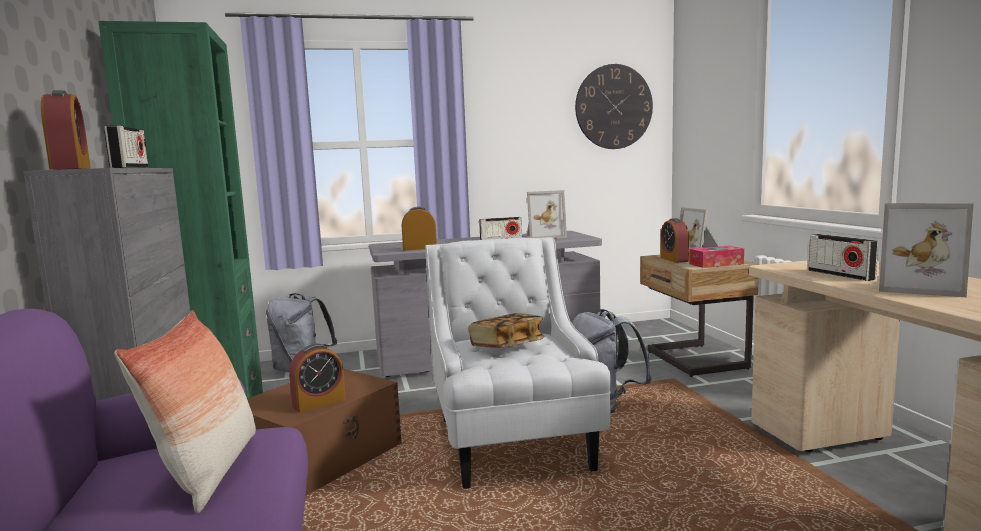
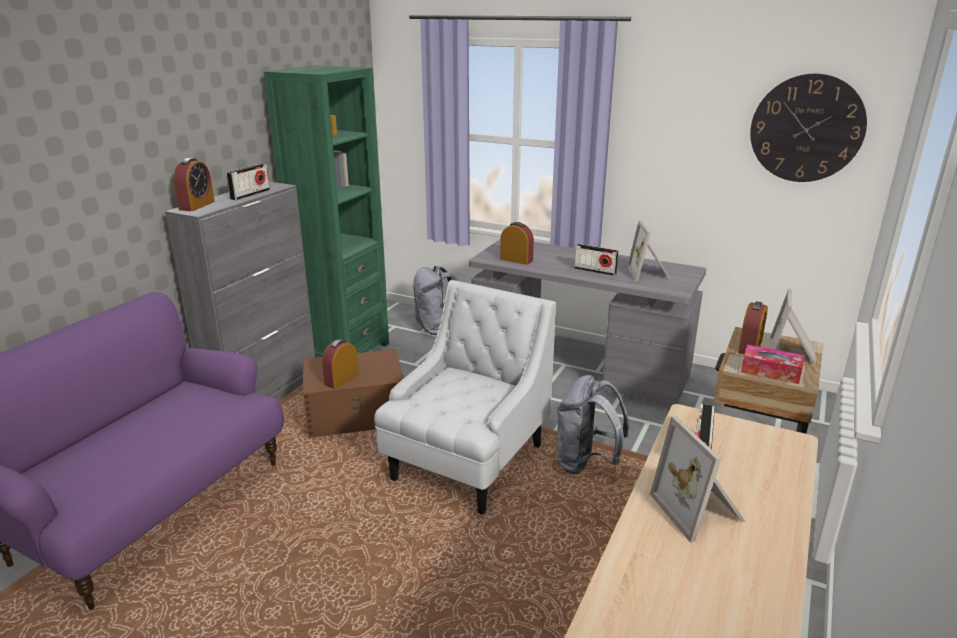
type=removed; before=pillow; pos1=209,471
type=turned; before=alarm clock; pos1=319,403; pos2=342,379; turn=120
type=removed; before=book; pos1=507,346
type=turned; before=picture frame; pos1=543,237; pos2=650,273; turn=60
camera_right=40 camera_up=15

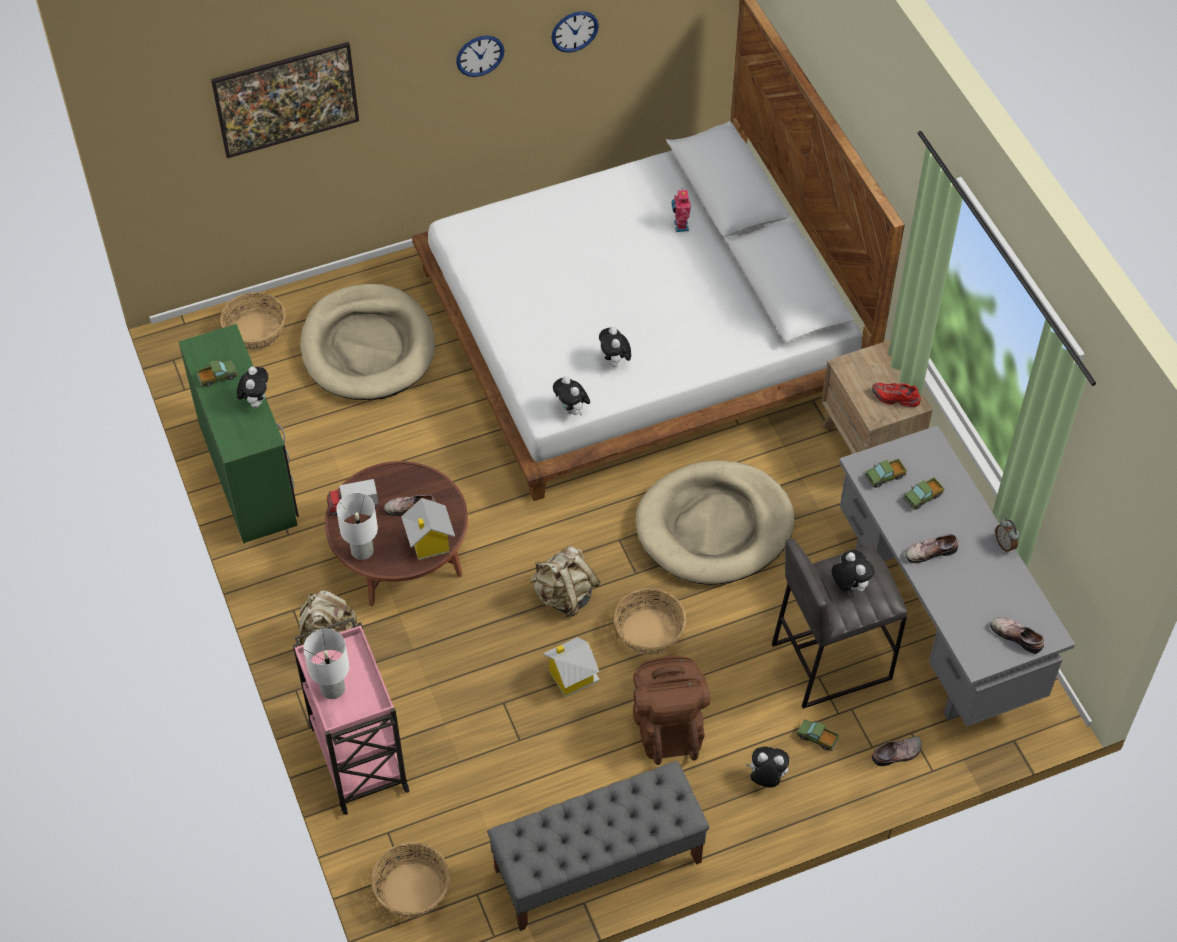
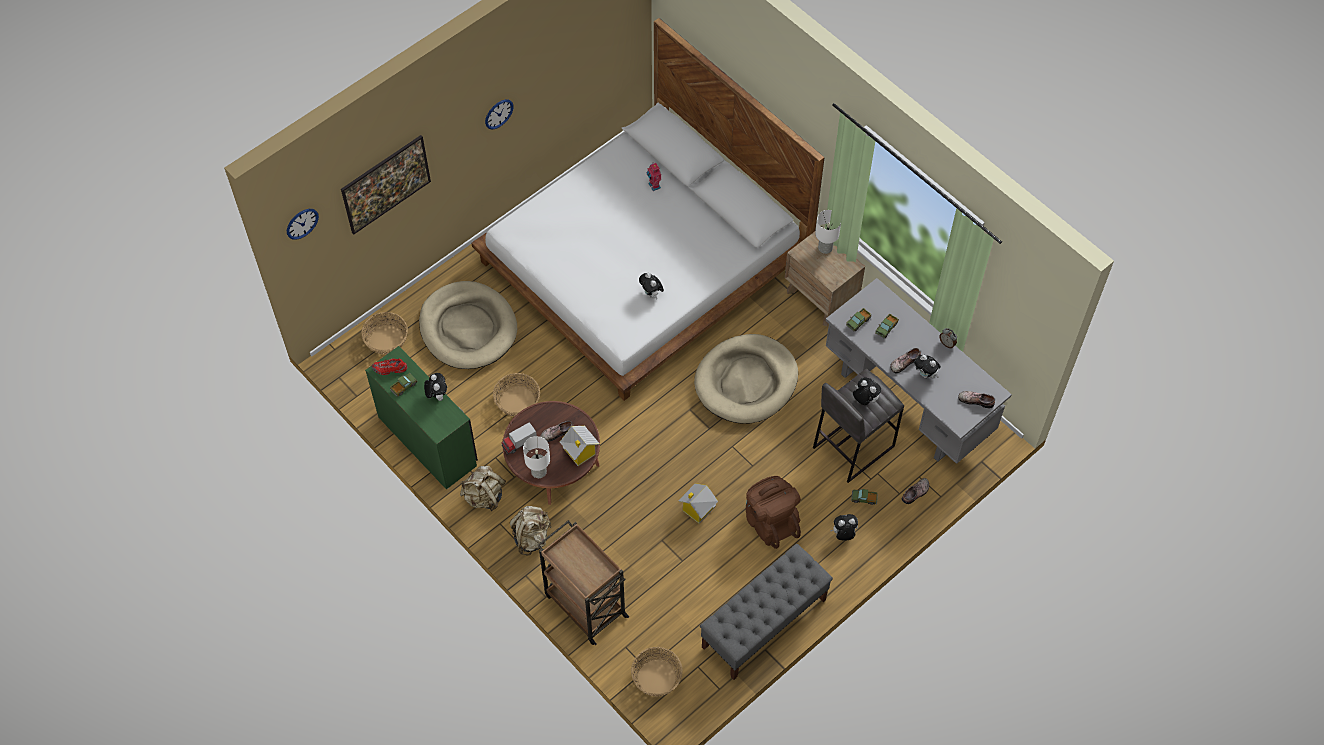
type=recoloured; before=pink cart; after=brown cart; pos1=357,755; pos2=584,604
type=moved; before=white table lamp; pos1=332,688; pos2=825,247
type=moved; before=beige backpack; pos1=564,596; pos2=484,496
type=moved; before=wall clock; pos1=574,31; pos2=302,223
type=moved; before=plush toy; pos1=572,410; pos2=925,374
type=moved; before=basket; pos1=650,632; pos2=518,401
type=moved; before=red shoe; pos1=895,398; pos2=390,369
camera_right=-20 camera_up=5

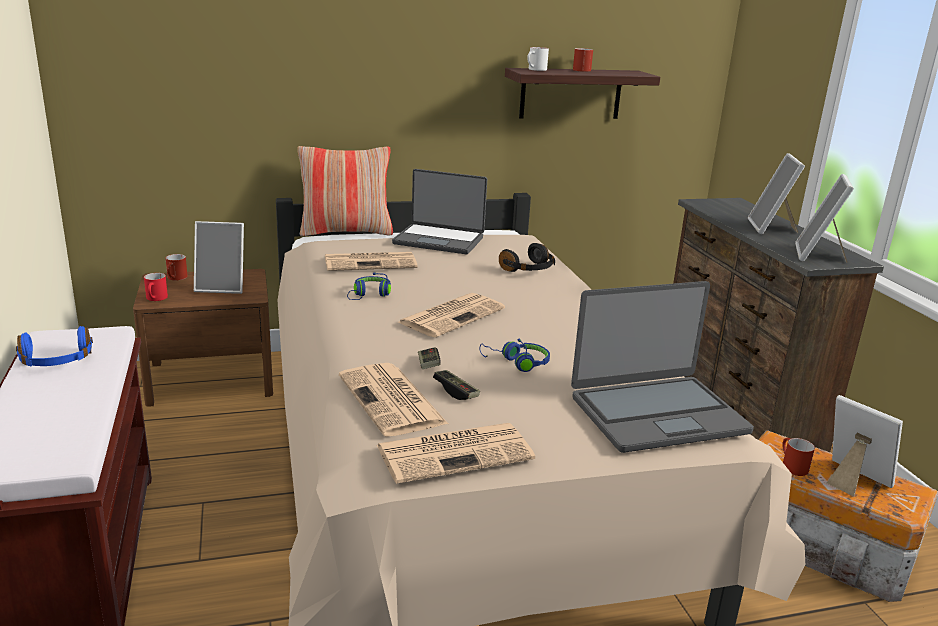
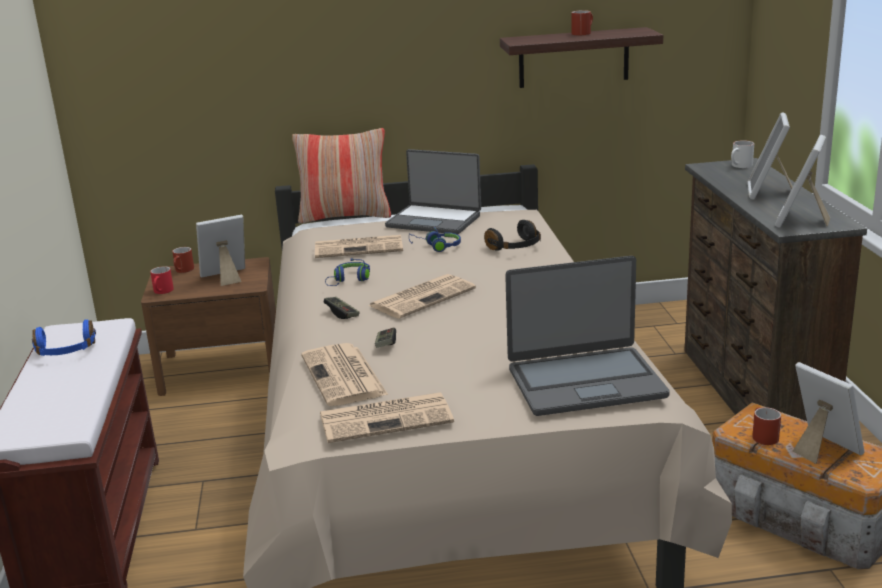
type=turned; before=picture frame; pos1=222,287; pos2=225,277; turn=150
type=moved; before=game controller; pos1=456,392; pos2=342,313
type=moved; before=blue headphones; pos1=517,363; pos2=436,247
type=moved; before=white mug; pos1=535,70; pos2=740,166
camera_right=10 camera_up=0

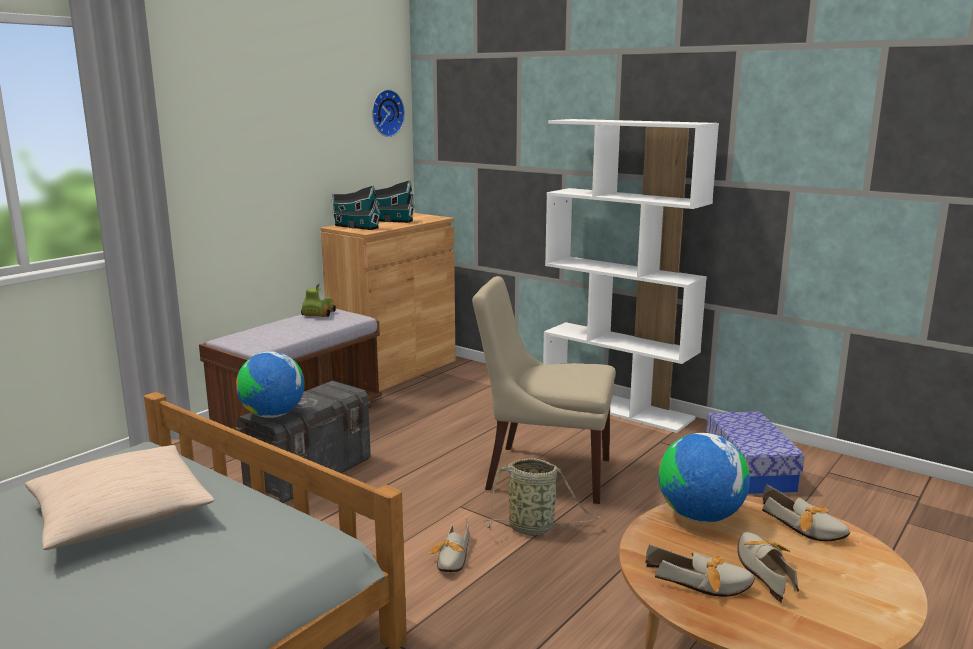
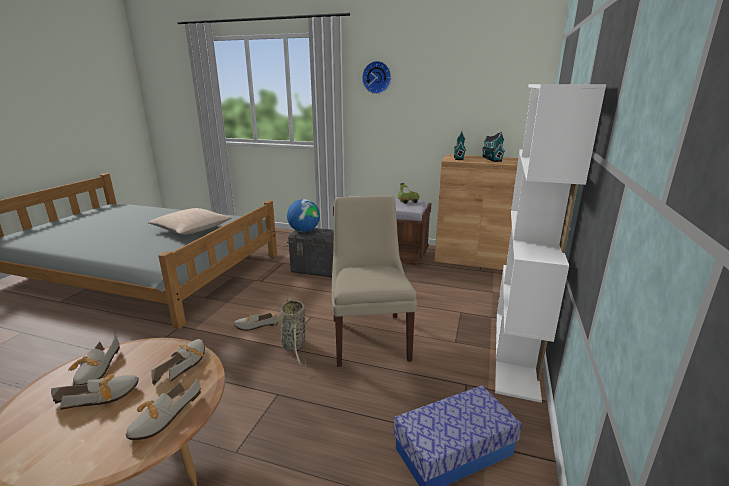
type=moved; before=wall clock; pos1=385,113; pos2=377,77
type=replaced; before=globe; after=shoe; pos1=700,516; pos2=185,364
camera_right=70 camera_up=5

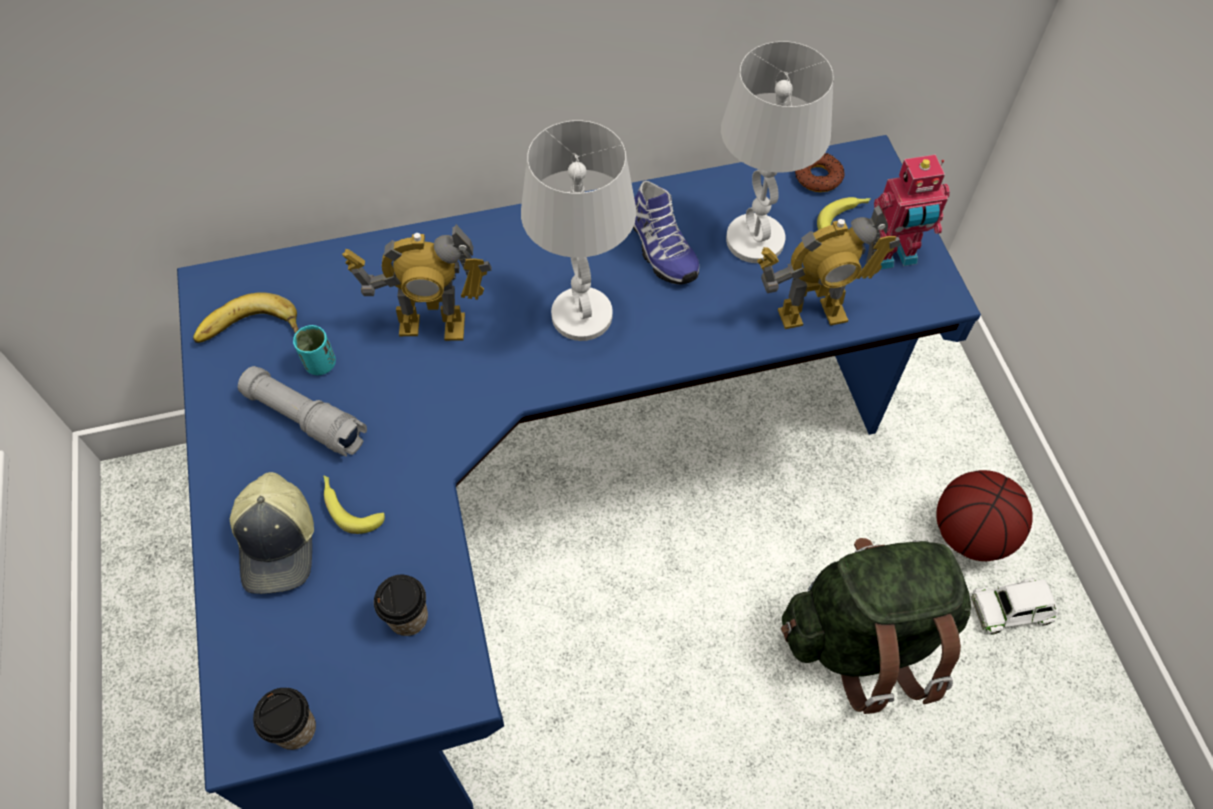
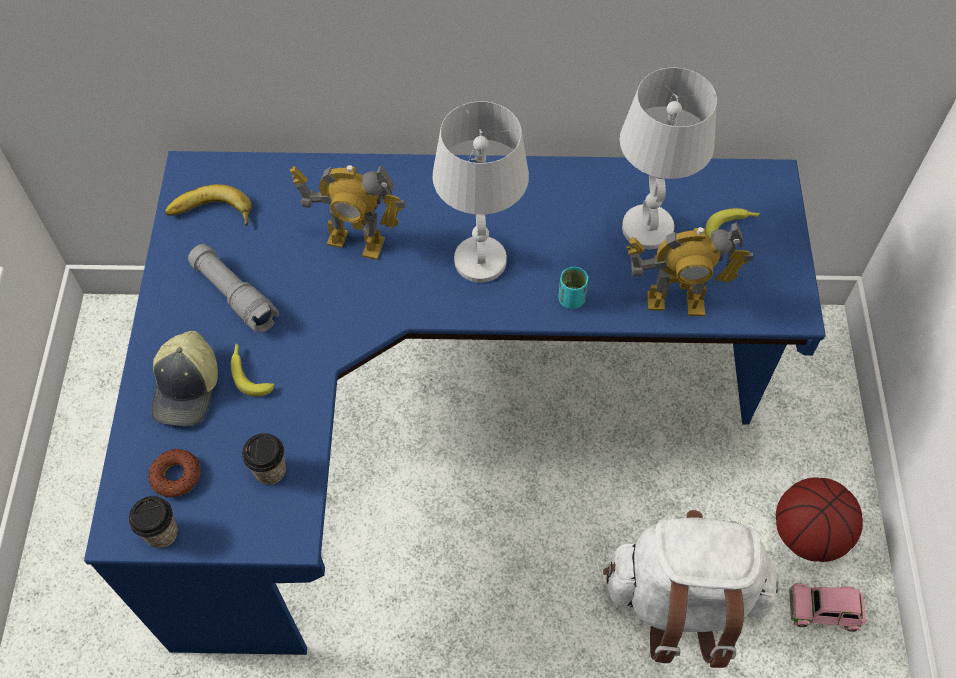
type=moved; before=turquoise cup; pos1=320,364; pos2=571,299
type=removed; before=shoe; pos1=660,249
type=recoloured; before=green backpack; after=white backpack; pos1=865,639; pos2=682,601
type=moved; before=donut; pos1=818,177; pos2=176,475
type=removed; before=toy robot; pos1=893,256
type=recoloured; before=white toy car; after=pink toy car; pos1=1012,608; pos2=825,608
camera_right=15 camera_up=0

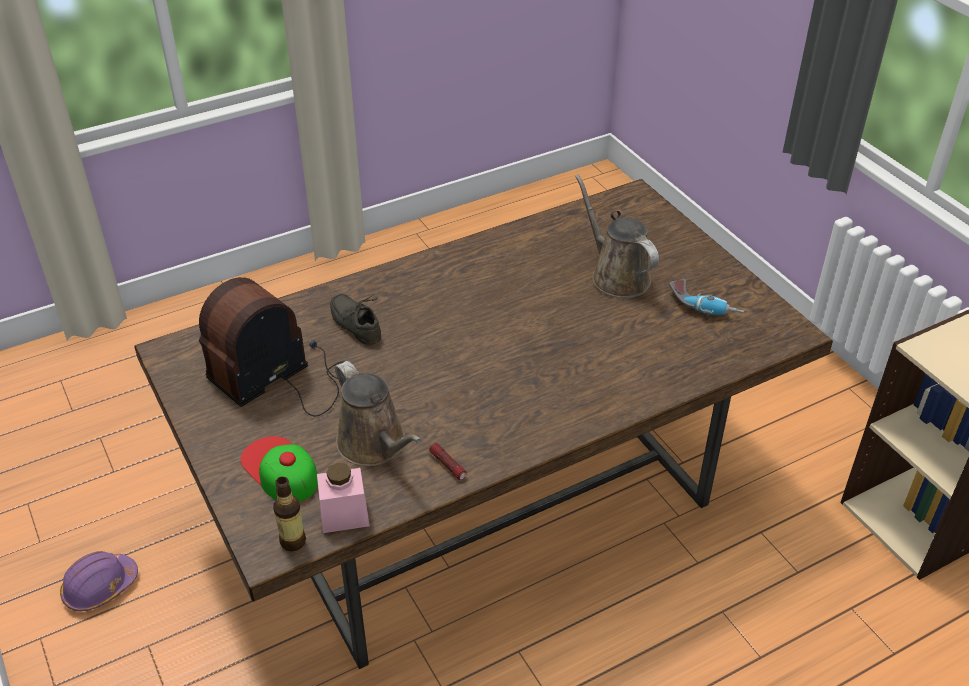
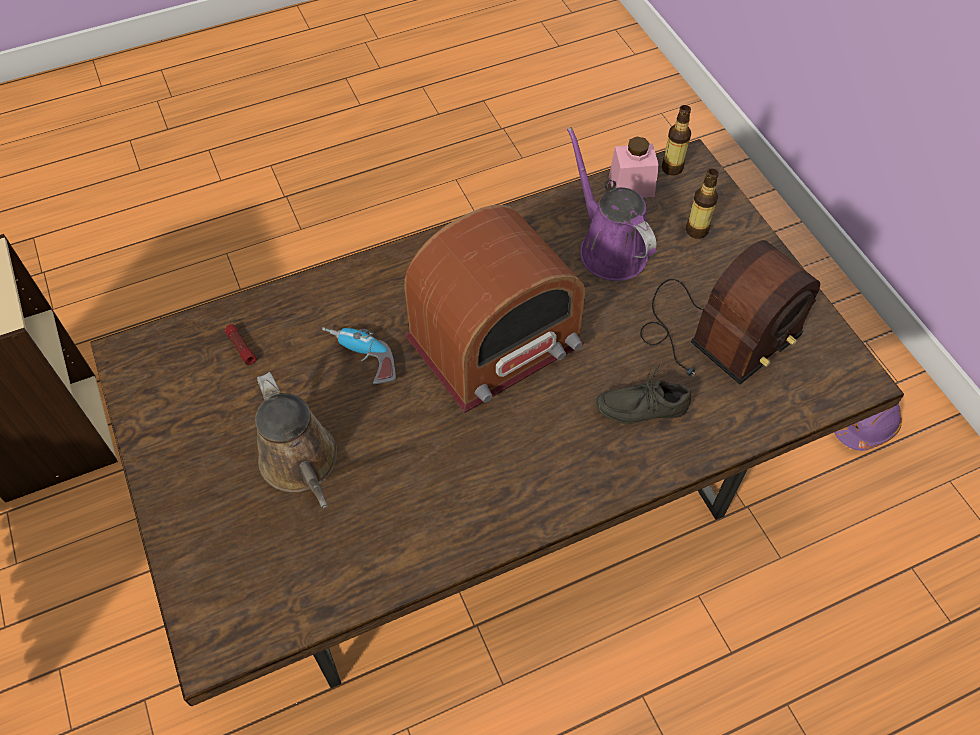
type=replaced; before=cap; after=bottle; pos1=279,469; pos2=696,230
type=turned; before=grey shoe; pos1=357,323; pos2=641,405; turn=120
type=recoloured; before=brown watering can; after=purple watering can; pos1=375,445; pos2=608,248
type=moved; before=flashlight; pos1=448,465; pos2=241,347
type=moved; before=power drill; pos1=704,306; pos2=360,359
type=added; after=radio; pos2=495,343
camera_right=-175 camera_up=15

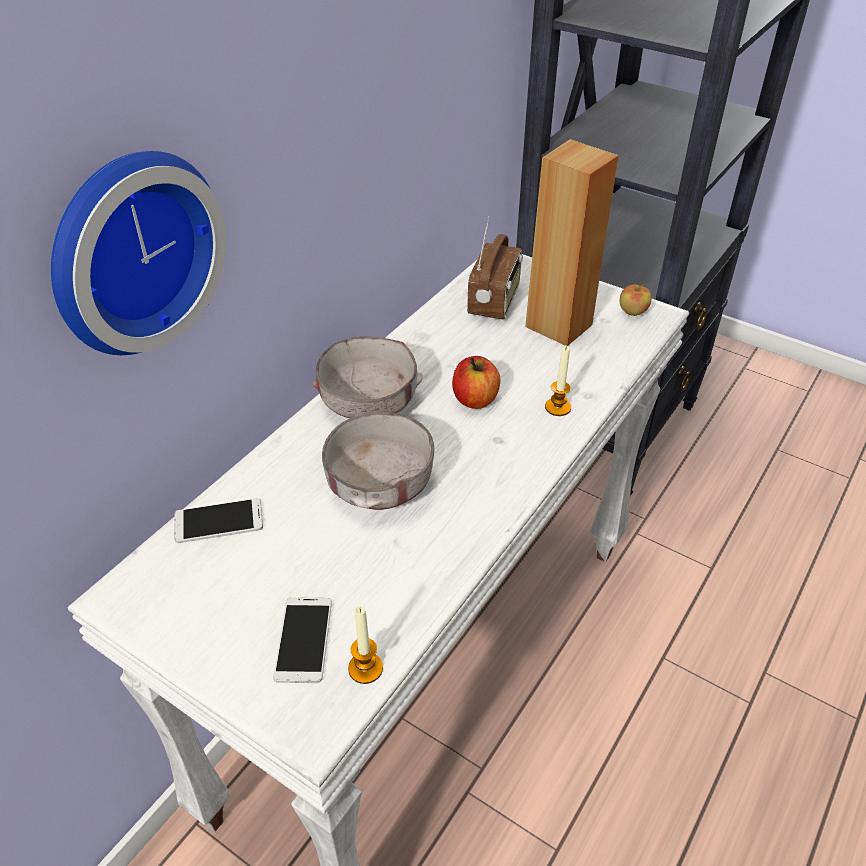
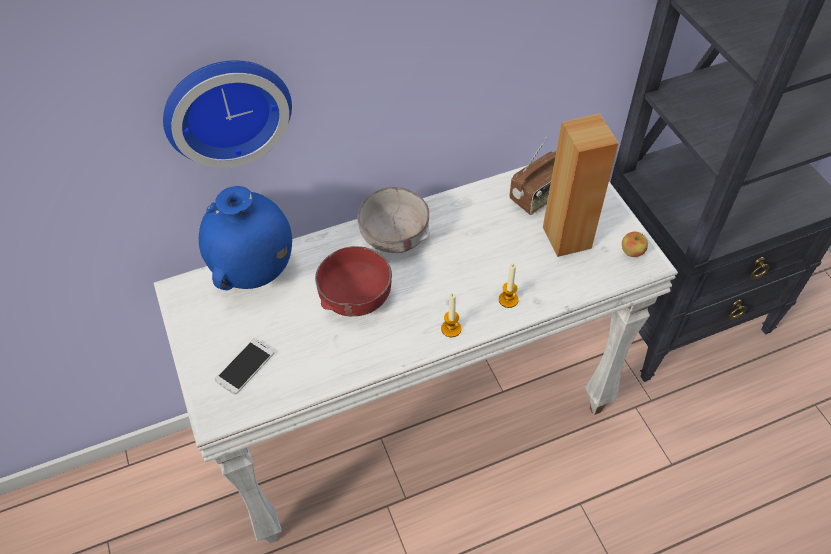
type=replaced; before=phone; after=blue vase; pos1=218,521; pos2=254,272
type=recoloured; before=grey bowl; after=red bowl; pos1=380,483; pos2=356,295
type=moved; before=candle; pos1=365,668; pos2=451,329
type=removed; before=apple; pos1=475,399
camera_right=35 camera_up=10

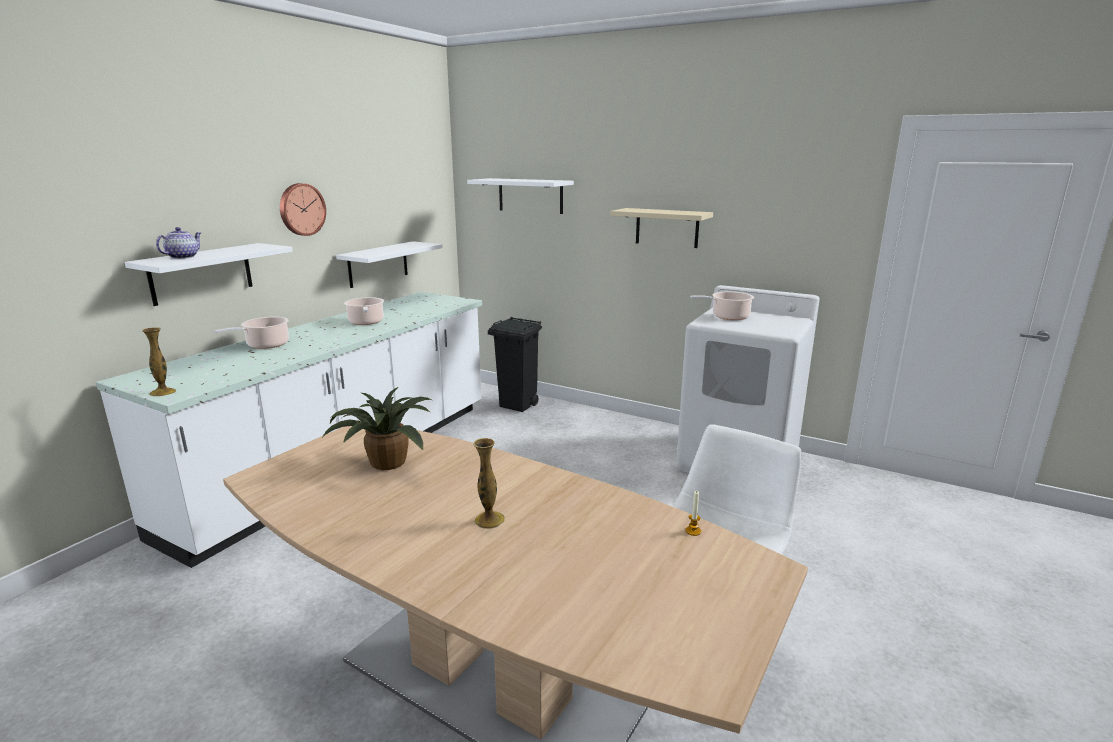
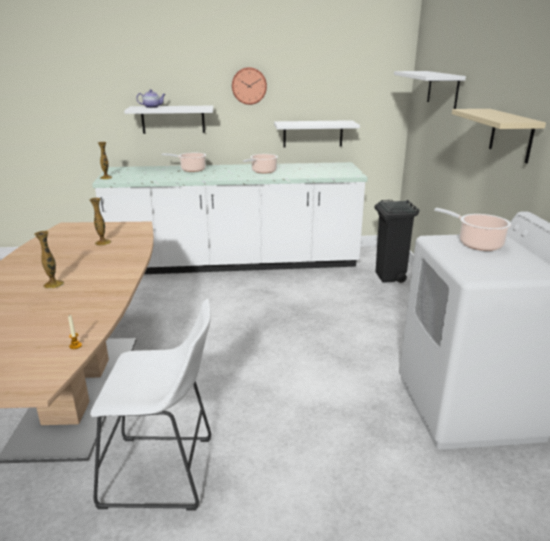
type=replaced; before=potted plant; after=vase; pos1=384,462; pos2=103,242
camera_right=55 camera_up=5

